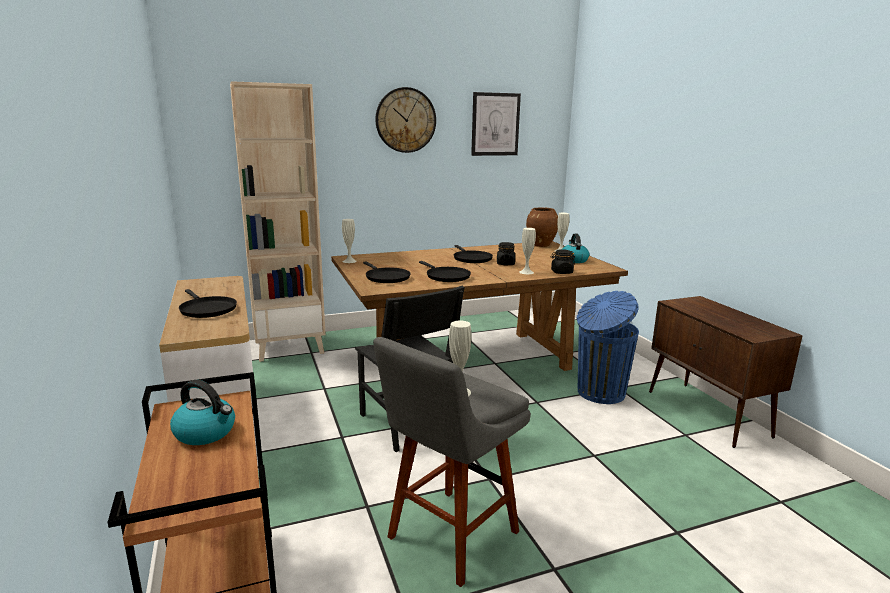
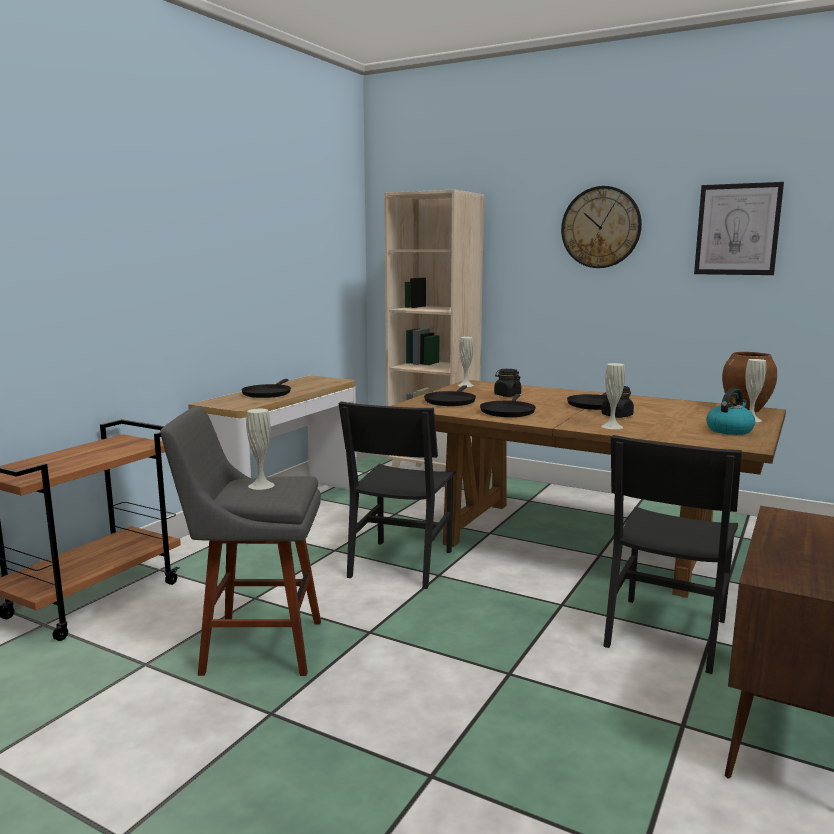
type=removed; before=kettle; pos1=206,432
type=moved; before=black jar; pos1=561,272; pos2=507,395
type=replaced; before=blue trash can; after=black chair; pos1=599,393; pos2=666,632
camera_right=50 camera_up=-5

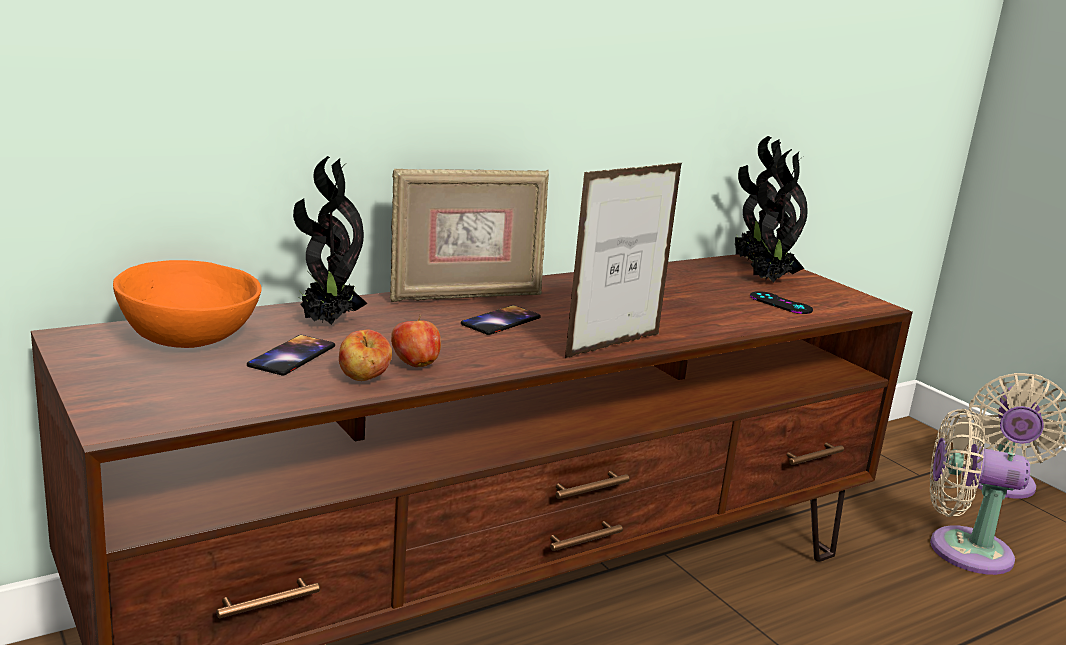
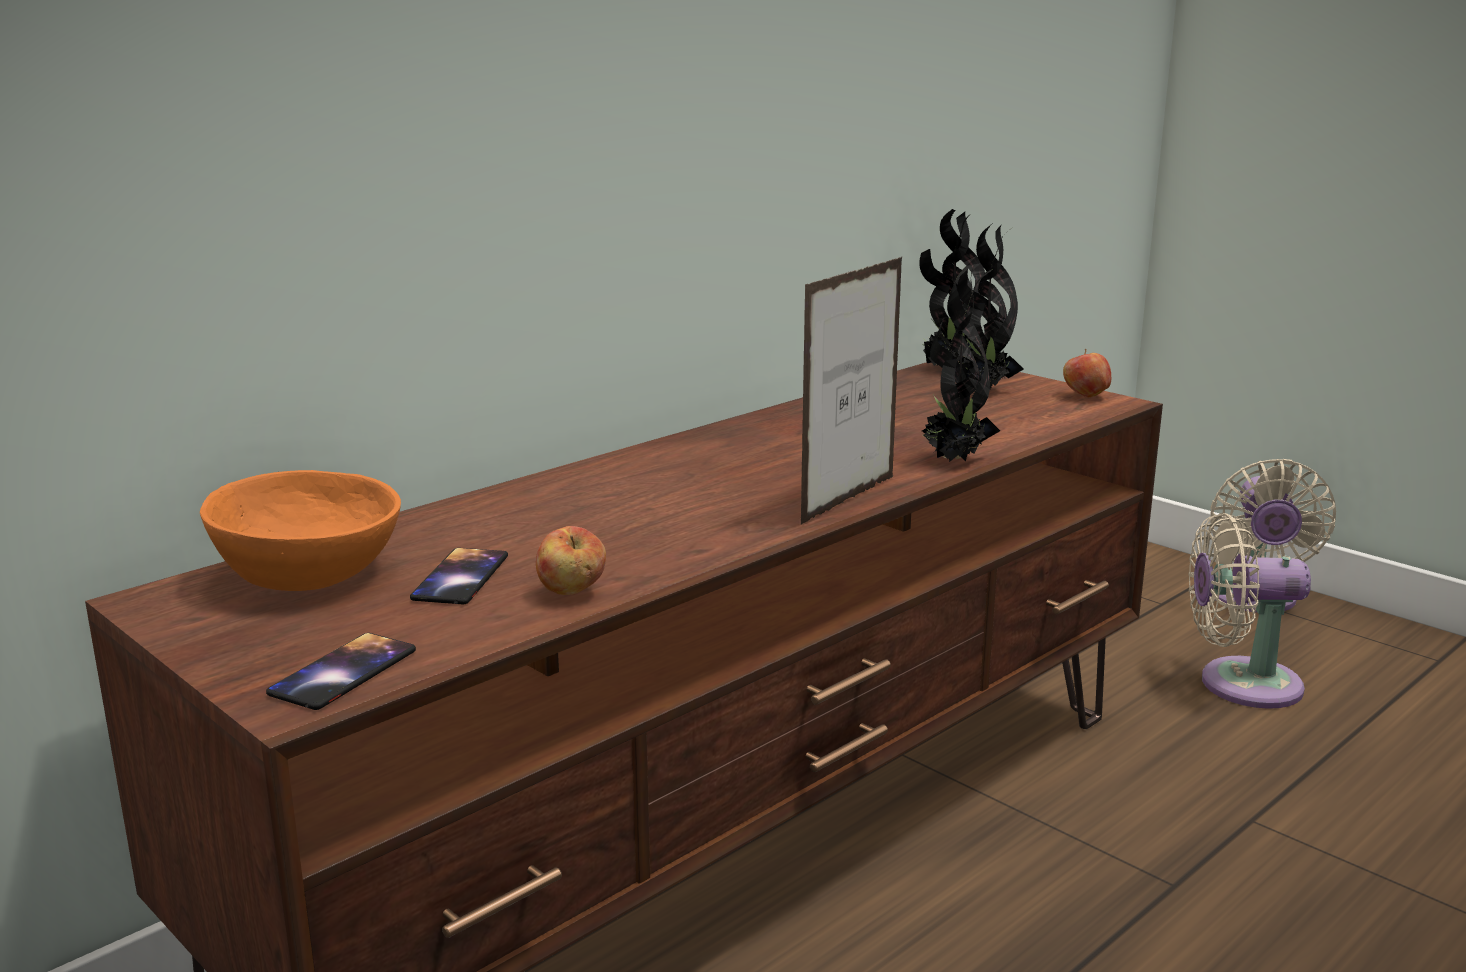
type=moved; before=potted plant; pos1=327,323; pos2=954,460
type=removed; before=picture frame; pos1=465,296
type=moved; before=apple; pos1=415,364; pos2=1085,396
type=moved; before=phone; pos1=500,321; pos2=343,672
type=removed; before=black game controller; pos1=780,303
camera_right=-10 camera_up=0

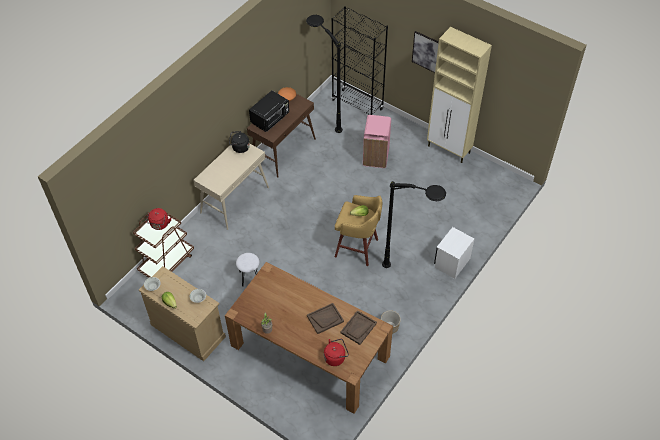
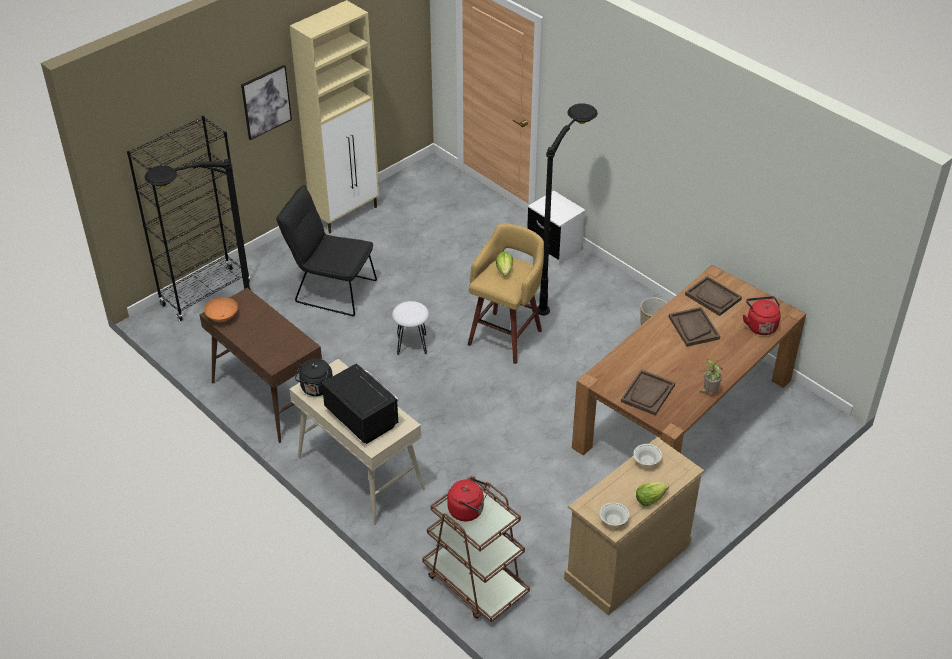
type=moved; before=white stool; pos1=250,277; pos2=411,344
type=moved; before=black microwave; pos1=270,119; pos2=361,418
type=replaced; before=pink trash can; after=black chair; pos1=376,157; pos2=330,290
type=added; after=brown tray; pos2=648,394
camera_right=-80 camera_up=-10

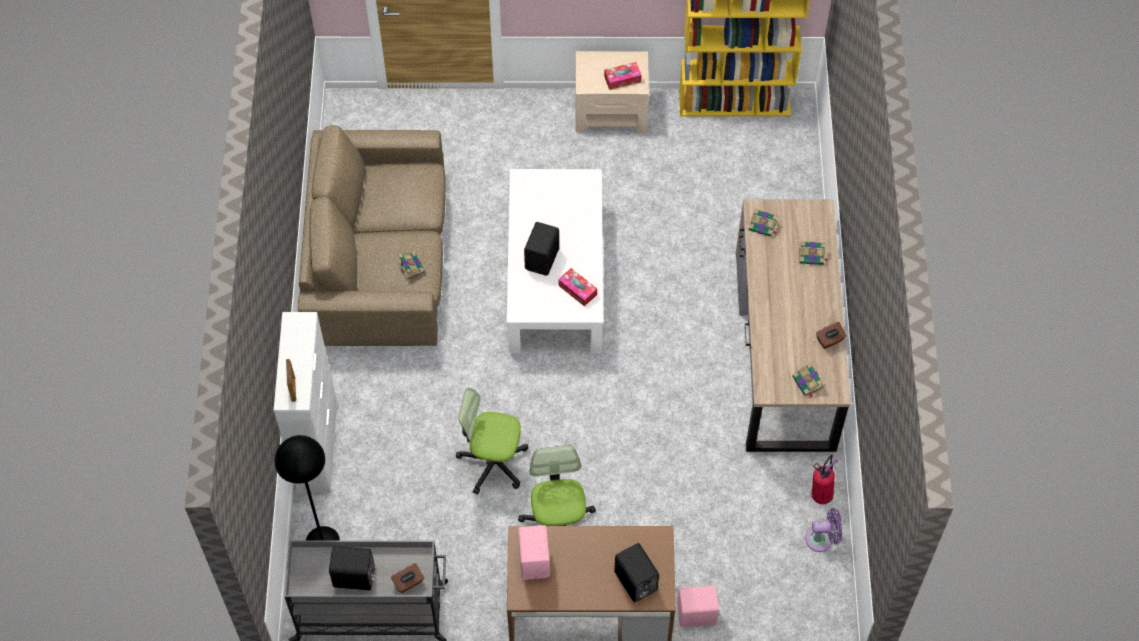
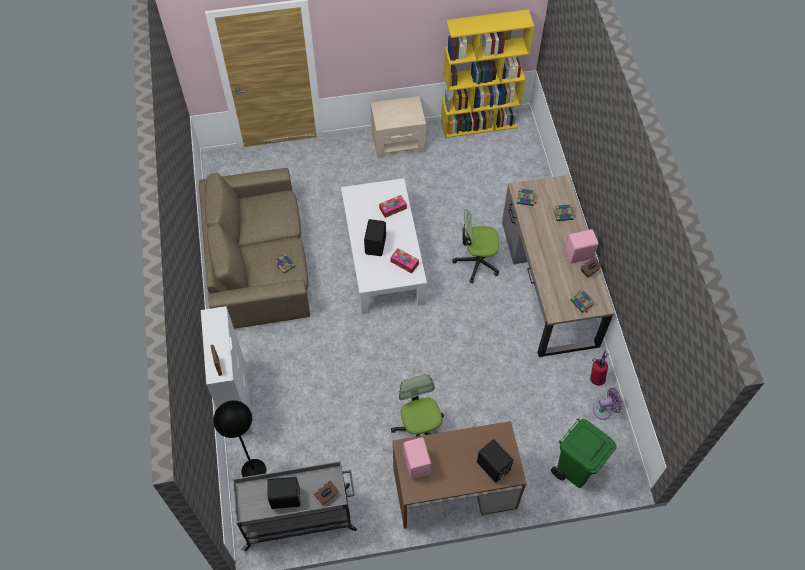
type=moved; before=office chair; pos1=493,462; pos2=477,262
type=moved; before=tissue box; pos1=622,79; pos2=393,208
type=moved; before=pink speaker; pos1=697,615; pos2=579,255
type=added; after=green trash can; pos2=576,468
camera_right=-10 camera_up=0

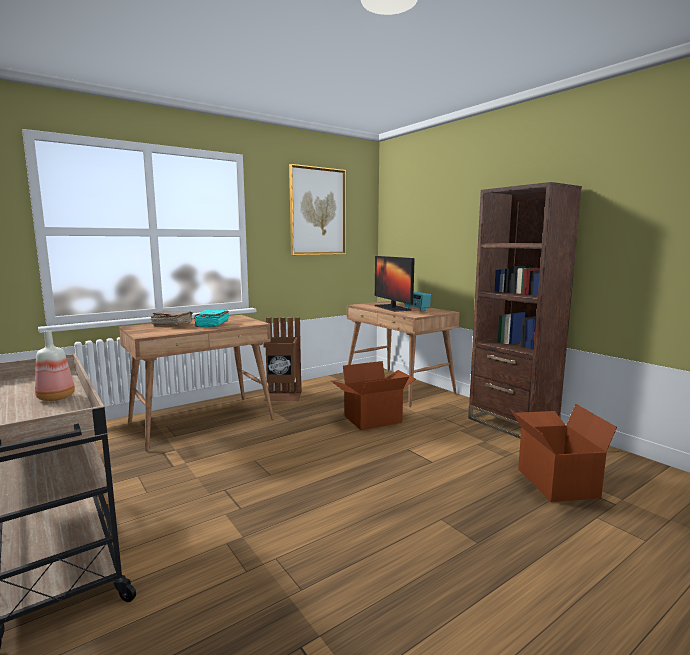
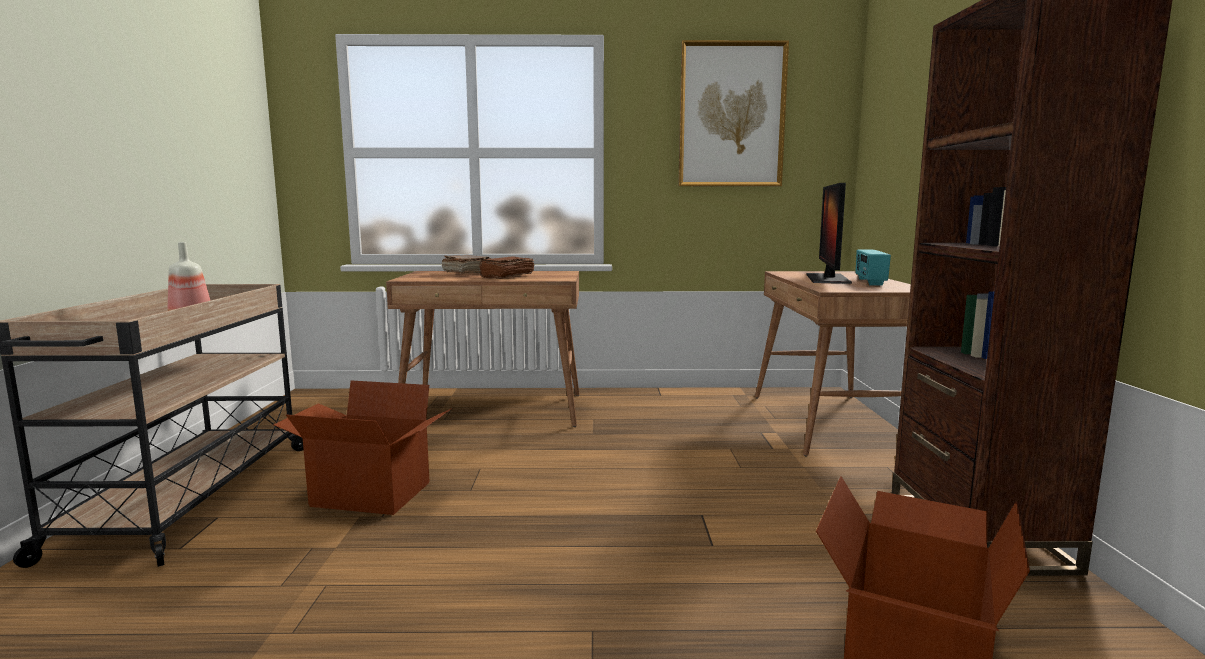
type=recoloured; before=turquoise book; after=brown book; pos1=212,324; pos2=506,276
type=removed; before=brown trash can; pos1=283,396
type=moved; before=cardboard box; pos1=373,420; pos2=370,495
camera_right=35 camera_up=0

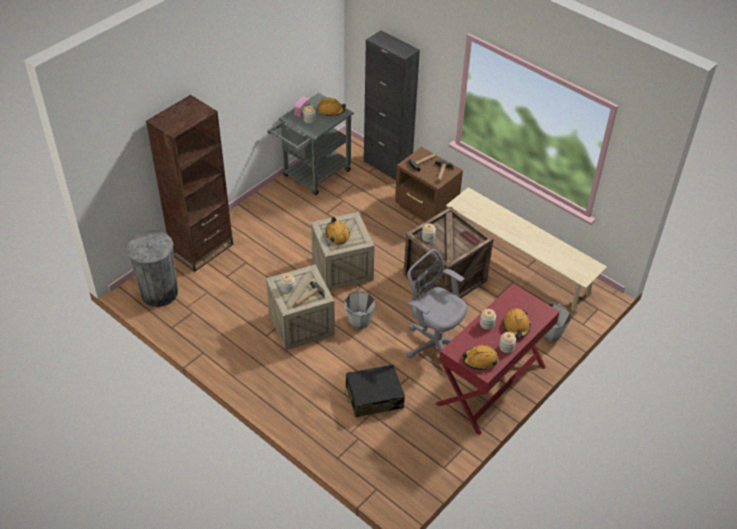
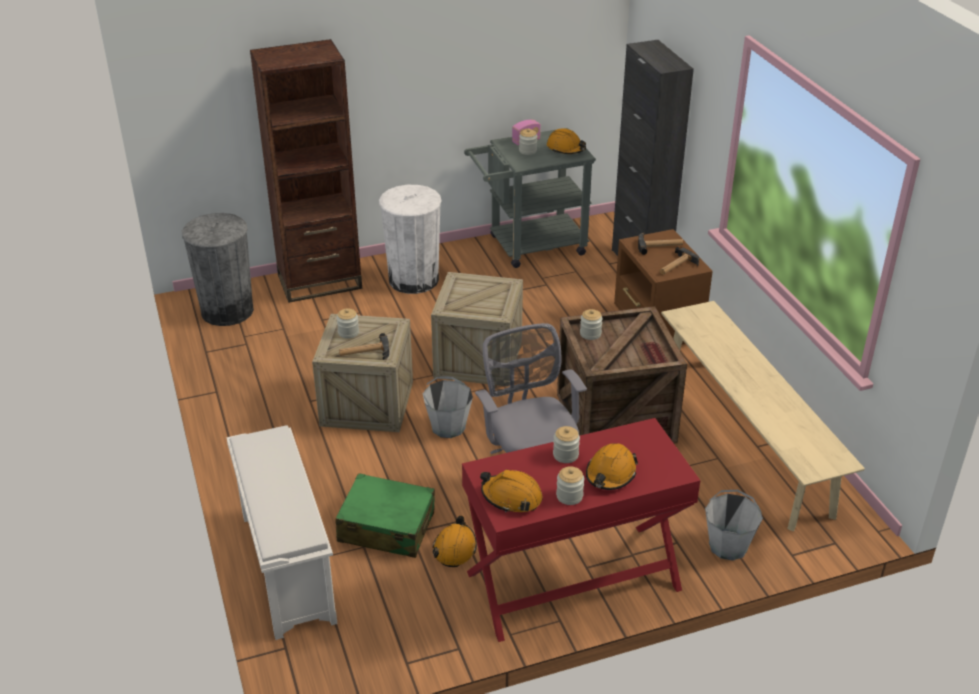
type=moved; before=orange hard hat; pos1=337,234; pos2=455,548
type=recoloured; before=black suitcase; after=green suitcase; pos1=374,397; pos2=386,527
type=added; after=white shoe rack; pos2=286,566
type=added; after=white trash can; pos2=413,280
camera_right=30 camera_up=-10

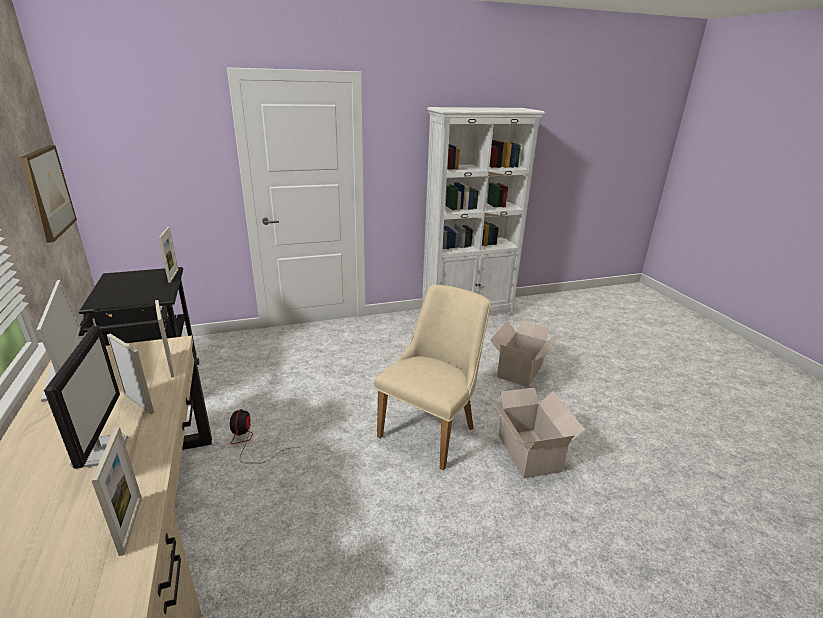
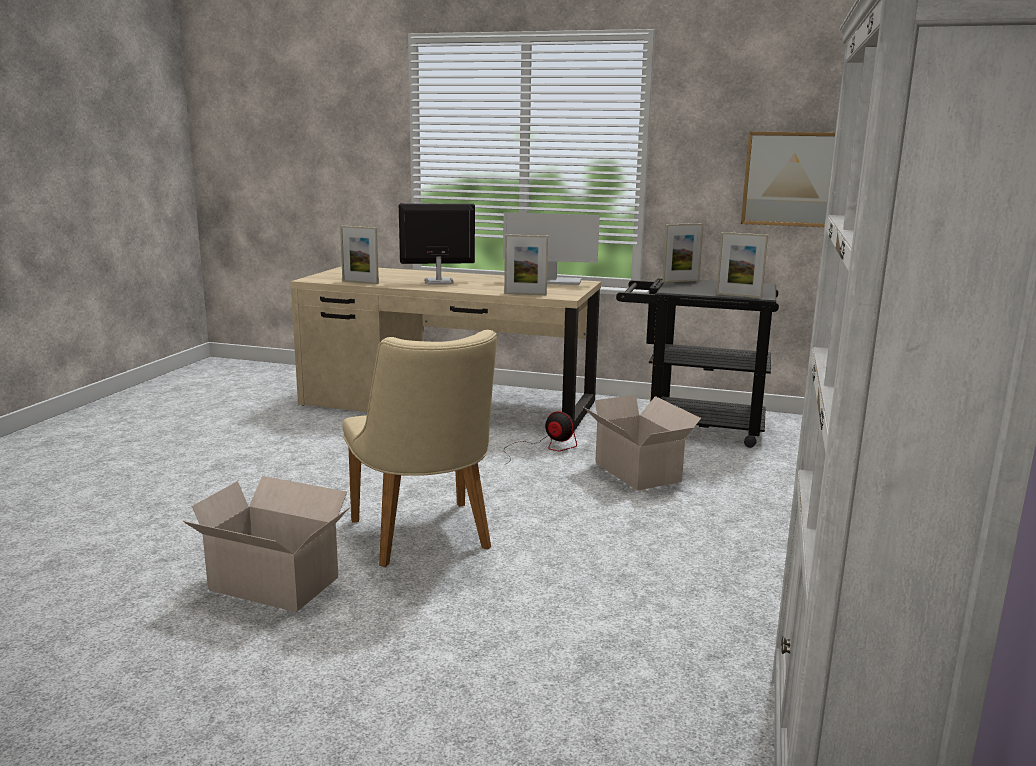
type=turned; before=monitor; pos1=100,451; pos2=438,282; turn=150
type=moved; before=picture frame; pos1=139,403; pos2=680,281
type=moved; before=cardboard box; pos1=521,369; pos2=638,473
camera_right=125 camera_up=-10

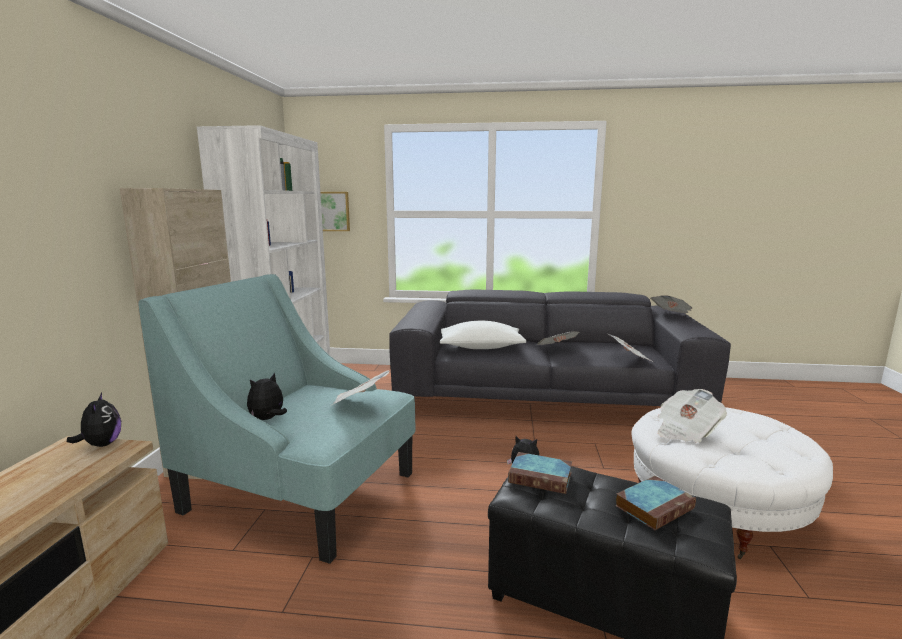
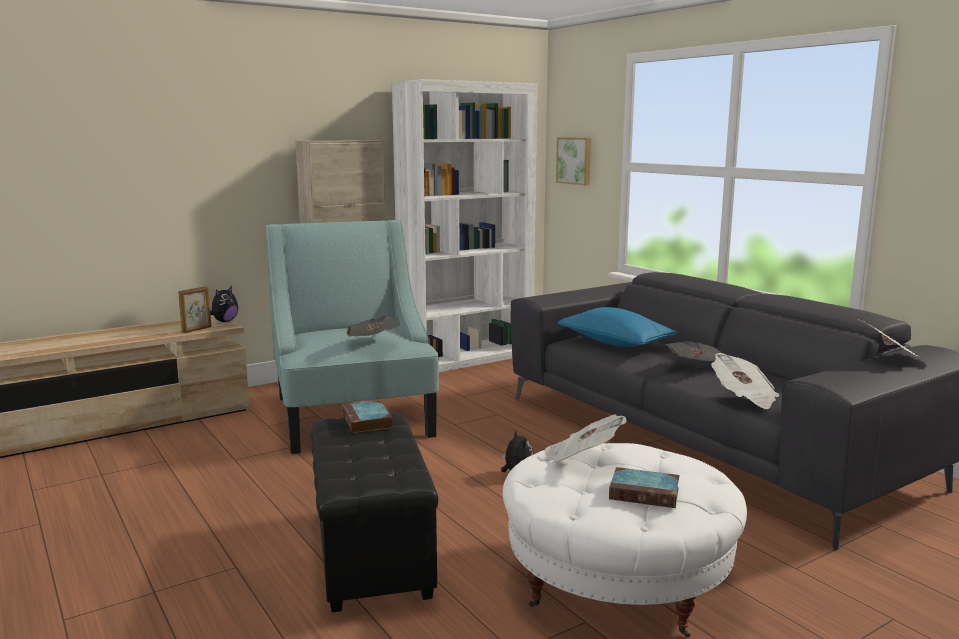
type=removed; before=plush toy; pos1=268,419
type=recoloured; before=white pillow; after=blue pillow; pos1=481,347; pos2=615,343
type=moved; before=book; pos1=654,506; pos2=646,493
type=added; after=picture frame; pos2=197,329
camera_right=50 camera_up=0

